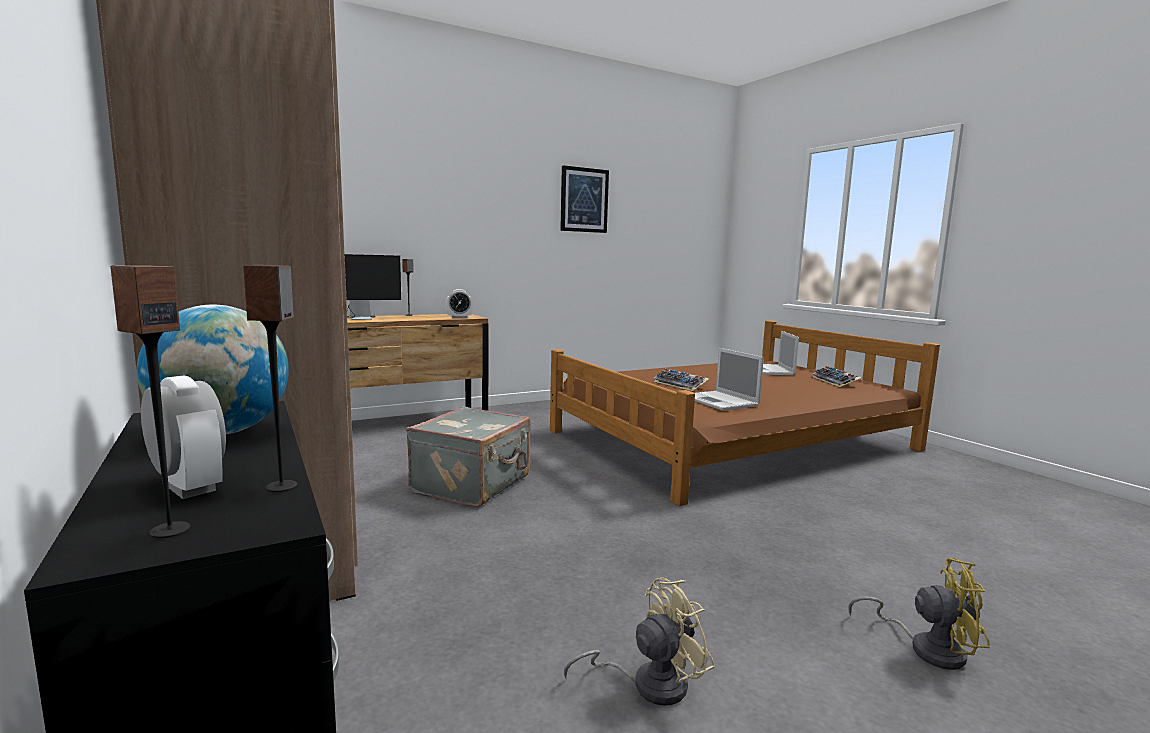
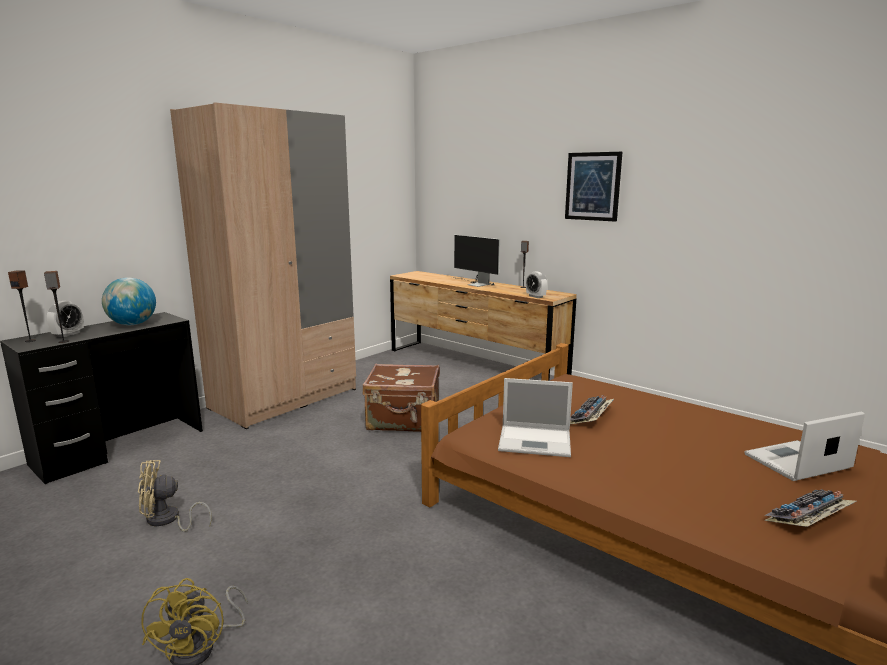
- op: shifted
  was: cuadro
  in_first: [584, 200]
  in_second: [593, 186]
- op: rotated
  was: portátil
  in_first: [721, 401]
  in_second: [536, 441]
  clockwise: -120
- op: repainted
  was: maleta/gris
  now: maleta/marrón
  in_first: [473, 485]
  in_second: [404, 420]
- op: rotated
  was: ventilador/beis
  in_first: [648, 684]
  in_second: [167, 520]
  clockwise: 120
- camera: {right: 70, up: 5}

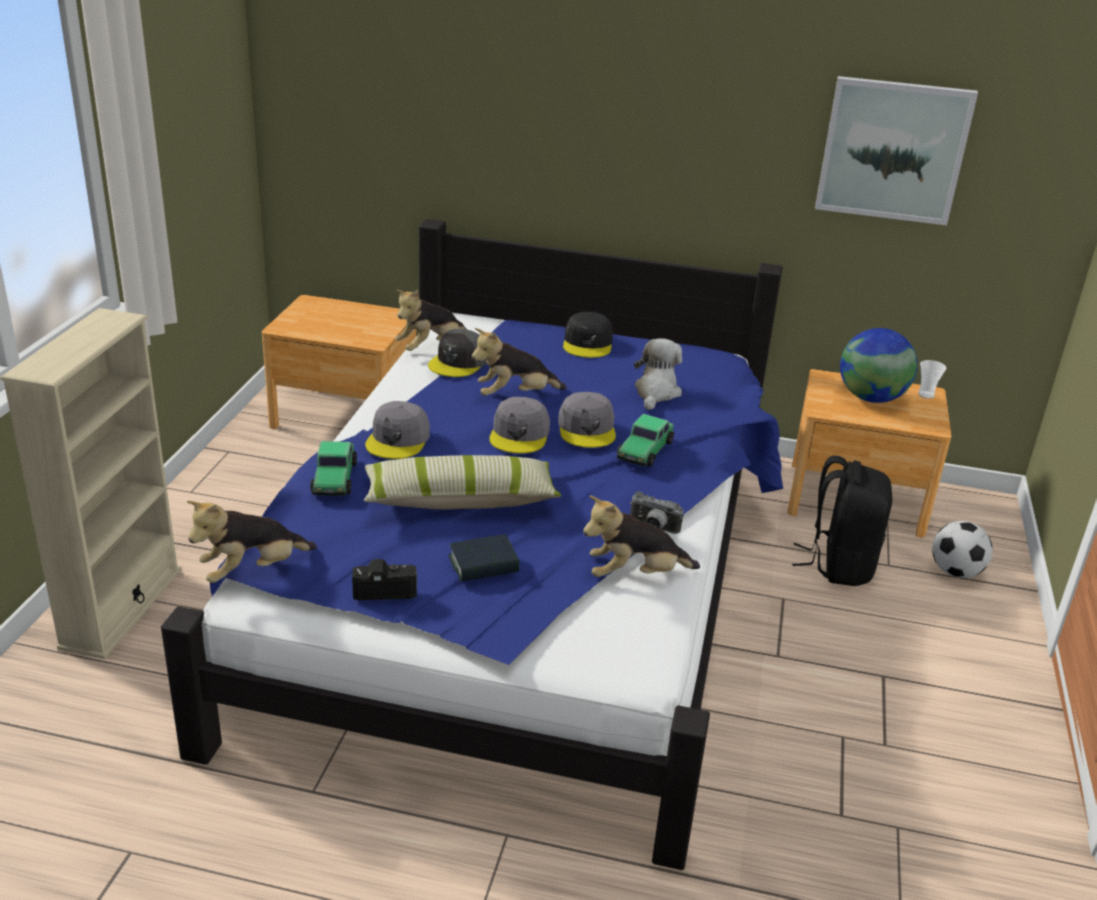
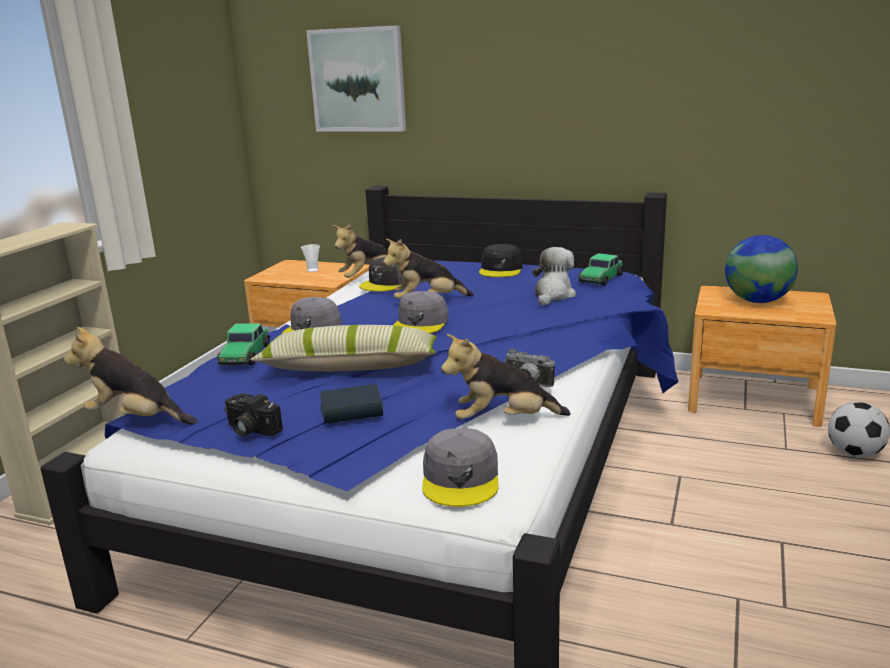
- op: shifted
  was: cuadro
  in_first: [893, 150]
  in_second: [358, 80]
- op: shifted
  was: taza
  in_first: [926, 395]
  in_second: [313, 270]
- op: shifted
  was: gorra/gris
  in_first: [587, 429]
  in_second: [461, 479]
- op: shifted
  was: coche de juguete
  in_first: [645, 450]
  in_second: [600, 279]
- op: gone
  was: mochila/negro
  in_first: [838, 564]
- op: rotated
  was: peluche
  in_first: [252, 571]
  in_second: [136, 419]
  clockwise: 45
- op: rotated
  was: cámara
  in_first: [385, 588]
  in_second: [250, 429]
  clockwise: -150
- camera: {right: 10, up: -10}

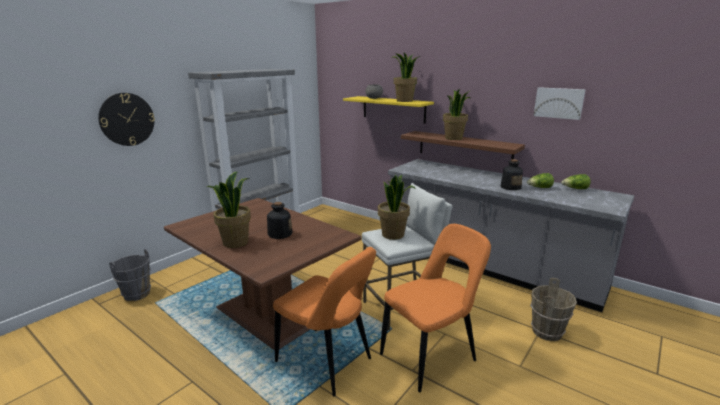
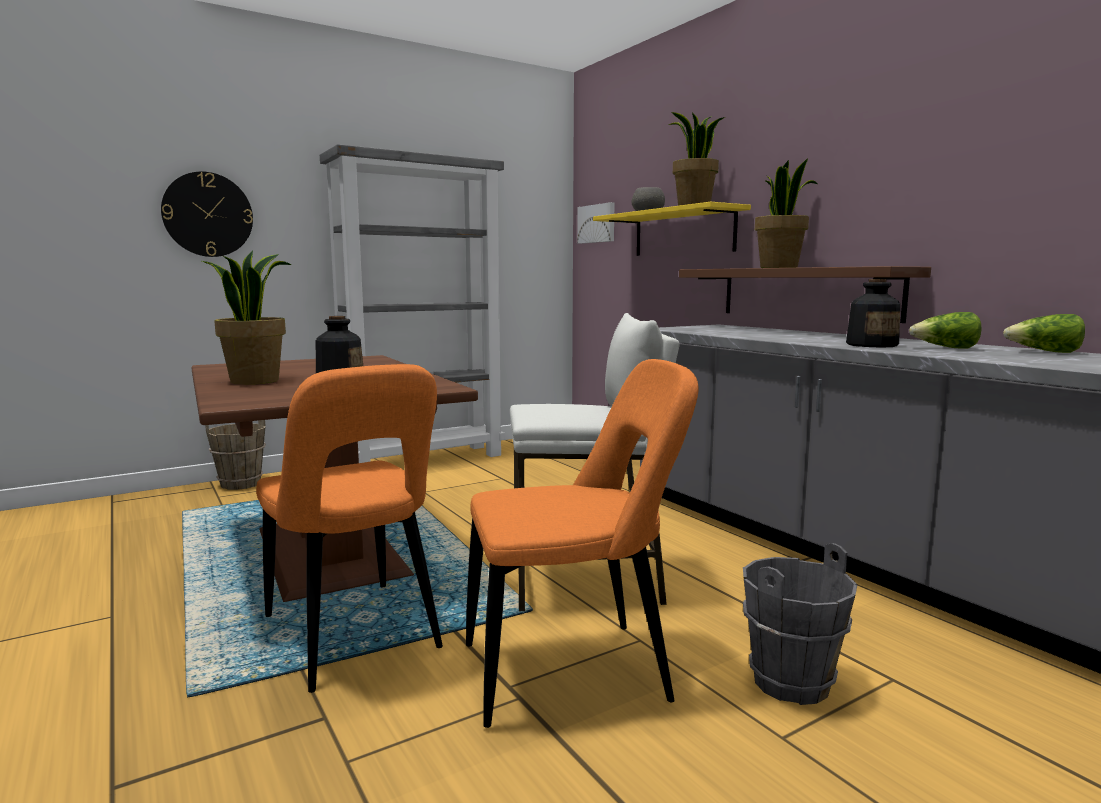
- op: shifted
  was: cuadro
  in_first: [559, 103]
  in_second: [597, 223]
- op: gone
  was: planta en maceta
  in_first: [393, 235]
- op: shifted
  was: cubo/gris
  in_first: [136, 294]
  in_second: [790, 682]
- op: shifted
  was: cubo/marrón
  in_first: [547, 332]
  in_second: [241, 484]
- camera: {right: 20, up: -10}

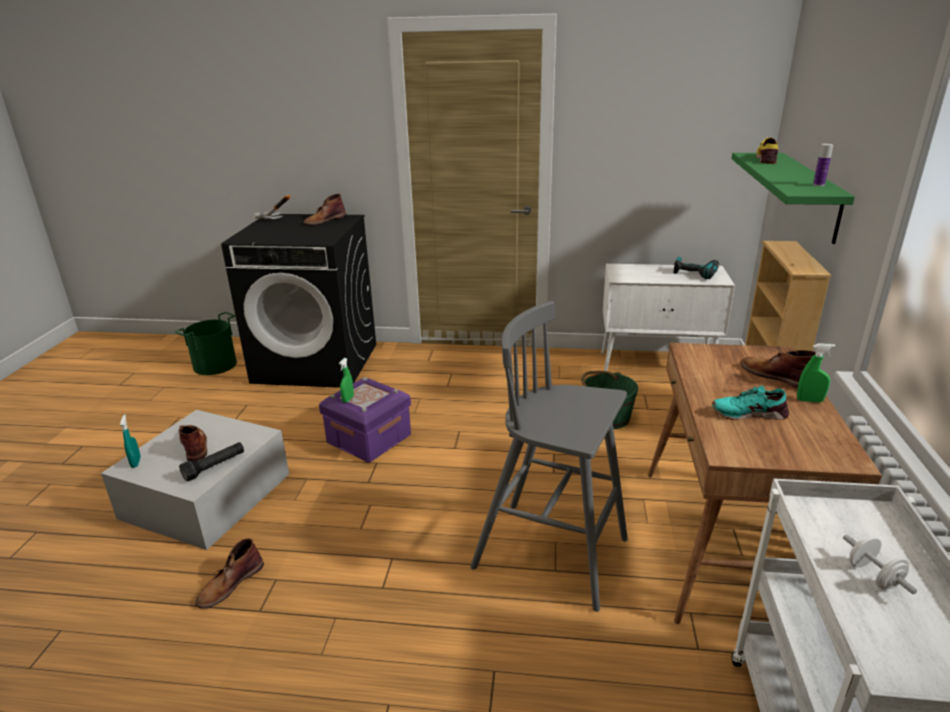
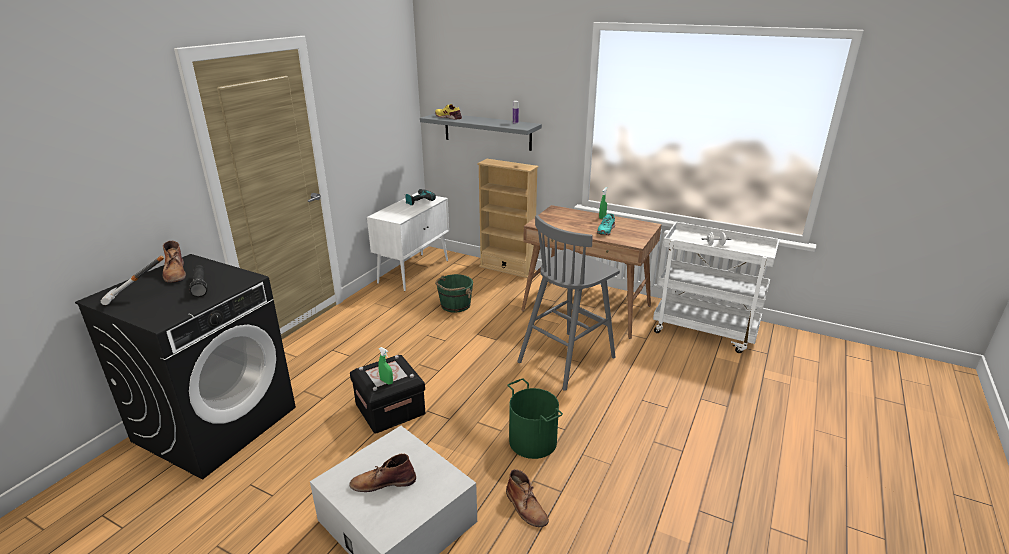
- op: repainted
  was: estante/verde
  now: estante/gris
  in_first: [809, 195]
  in_second: [487, 131]
- op: shifted
  was: cubo/verde
  in_first: [215, 365]
  in_second: [533, 441]
- op: gone
  was: bota/marrón
  in_first: [777, 376]
- op: repainted
  was: caja de almacenaje/morado
  now: caja de almacenaje/negro
  in_first: [369, 438]
  in_second: [390, 409]
- op: gone
  was: pulverizador/turquesa
  in_first: [136, 462]
- op: shifted
  was: linterna/negro
  in_first: [215, 467]
  in_second: [200, 286]
- camera: {right: -70, up: 0}

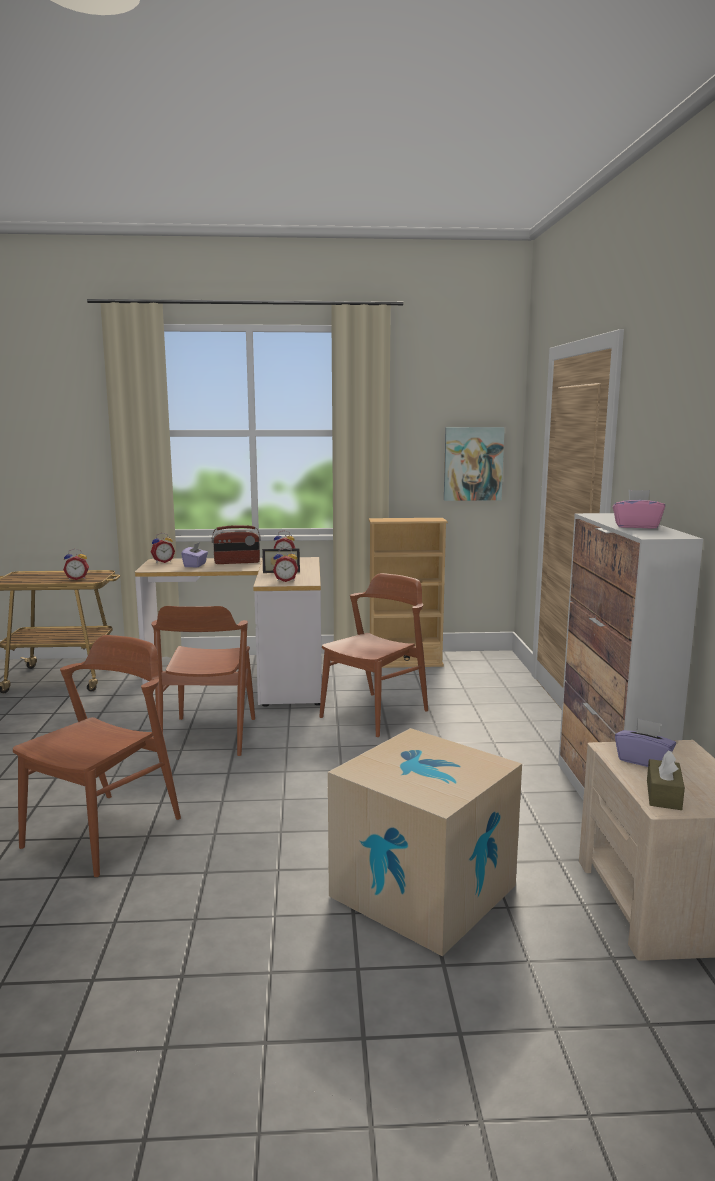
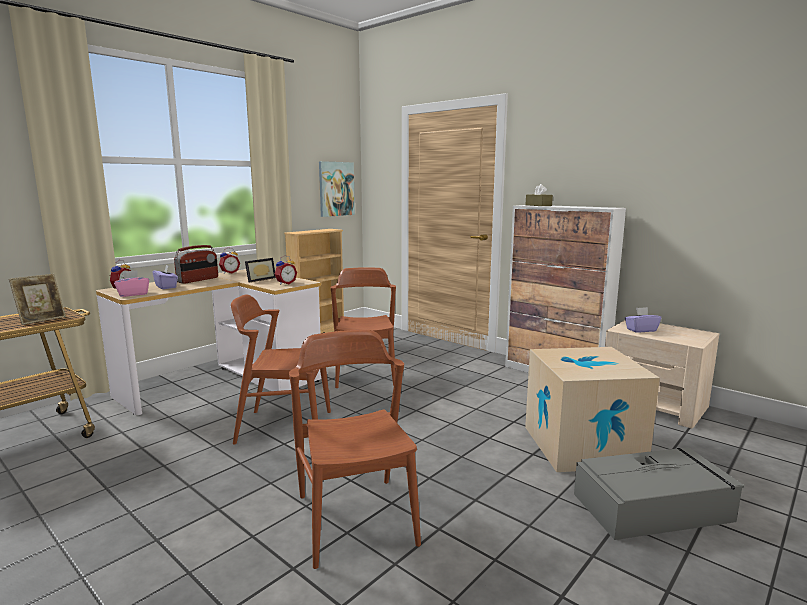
- op: shifted
  was: caja de pañuelos/rosa
  in_first: [636, 526]
  in_second: [133, 294]
- op: swapped
  was: despertador
  now: portarretratos
  in_first: [77, 578]
  in_second: [41, 319]
- op: rotated
  was: silla/marrón
  in_first: [208, 736]
  in_second: [284, 427]
  clockwise: 135
- op: shifted
  was: caja de pañuelos/marrón
  in_first: [663, 795]
  in_second: [538, 205]
- op: new
  now: caja de almacenaje/gris
  in_second: [654, 507]
- camera: {right: -45, up: 0}

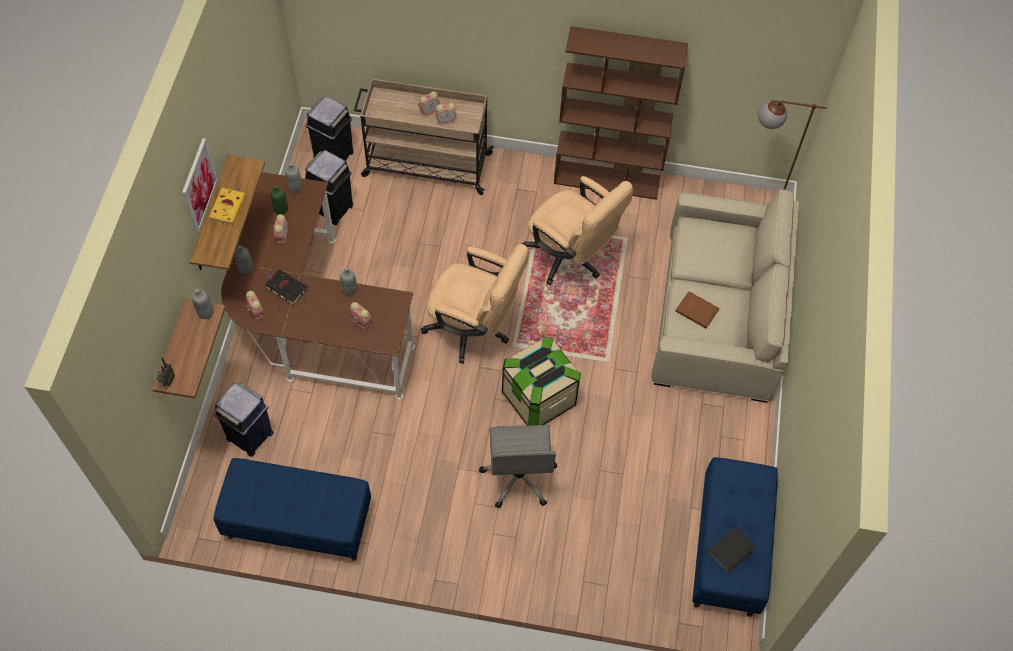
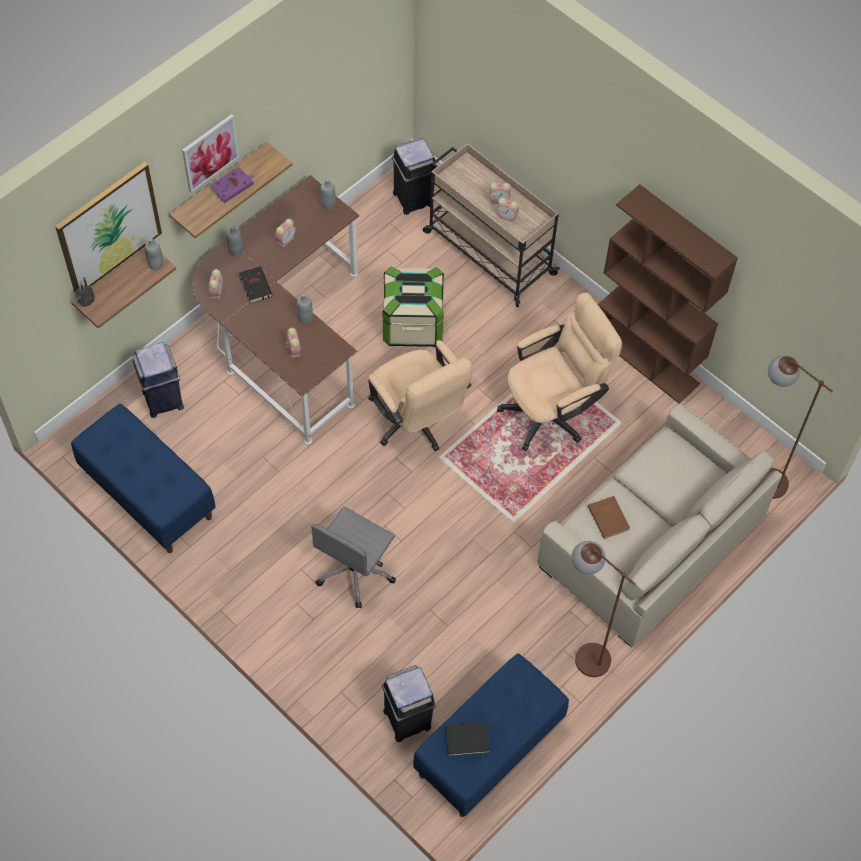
- op: shifted
  was: papelera/negro
  in_first: [333, 208]
  in_second: [408, 719]
- op: rotated
  was: silla de oficina/beis
  in_first: [571, 258]
  in_second: [553, 411]
  clockwise: -105
- op: gone
  was: botella/verde
  in_first: [281, 209]
- op: repainted
  was: libro/amarillo
  now: libro/morado
  in_first: [228, 207]
  in_second: [232, 186]
- op: shifted
  was: caja de almacenaje
  in_first: [539, 397]
  in_second: [412, 324]
- op: new
  now: cuadro
  in_second: [108, 228]
- op: new
  now: lámpara de pie/marrón
  in_second: [583, 652]
- camera: {right: 35, up: 0}

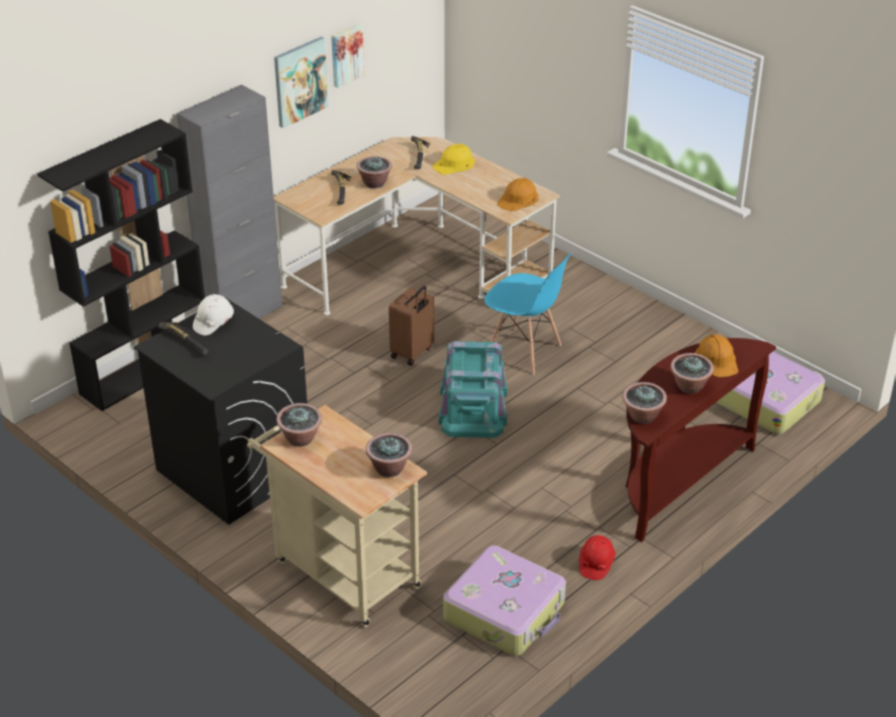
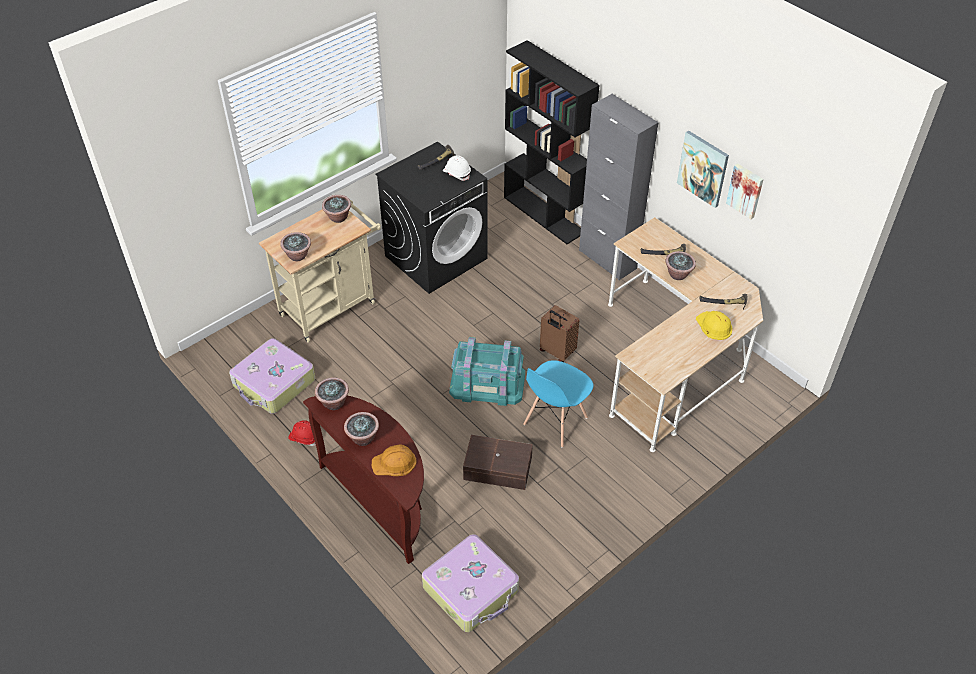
- op: gone
  was: casco/naranja
  in_first: [518, 199]
- op: new
  now: caja de almacenaje/marrón
  in_second: [498, 469]
- camera: {right: 95, up: 10}

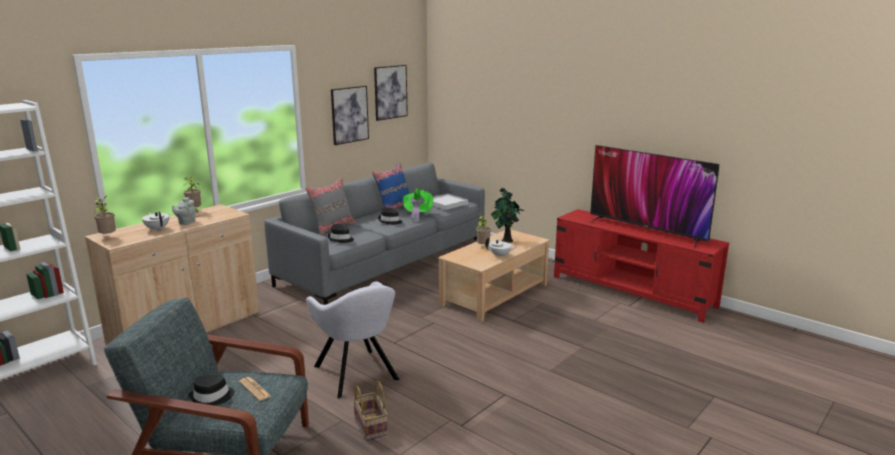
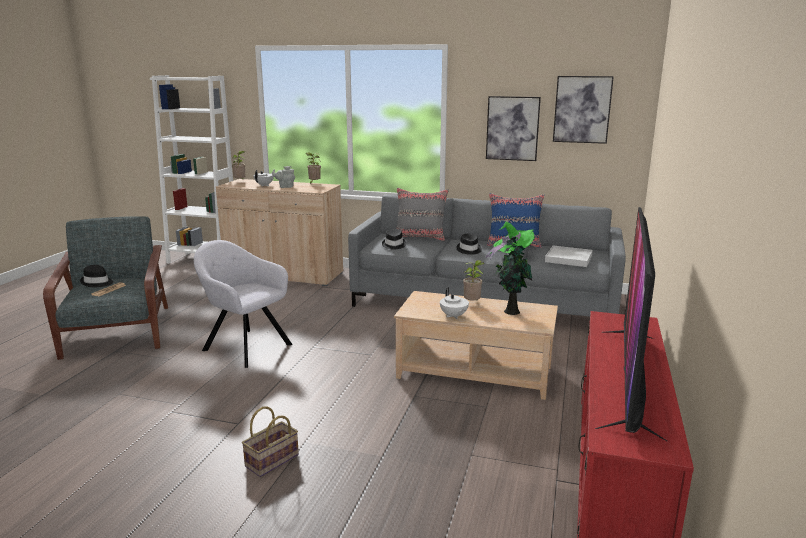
- op: rotated
  was: sillón/gris
  in_first: [357, 374]
  in_second: [244, 346]
  clockwise: 90
- op: shifted
  was: cesta
  in_first: [371, 427]
  in_second: [271, 462]
- camera: {right: 65, up: 0}

